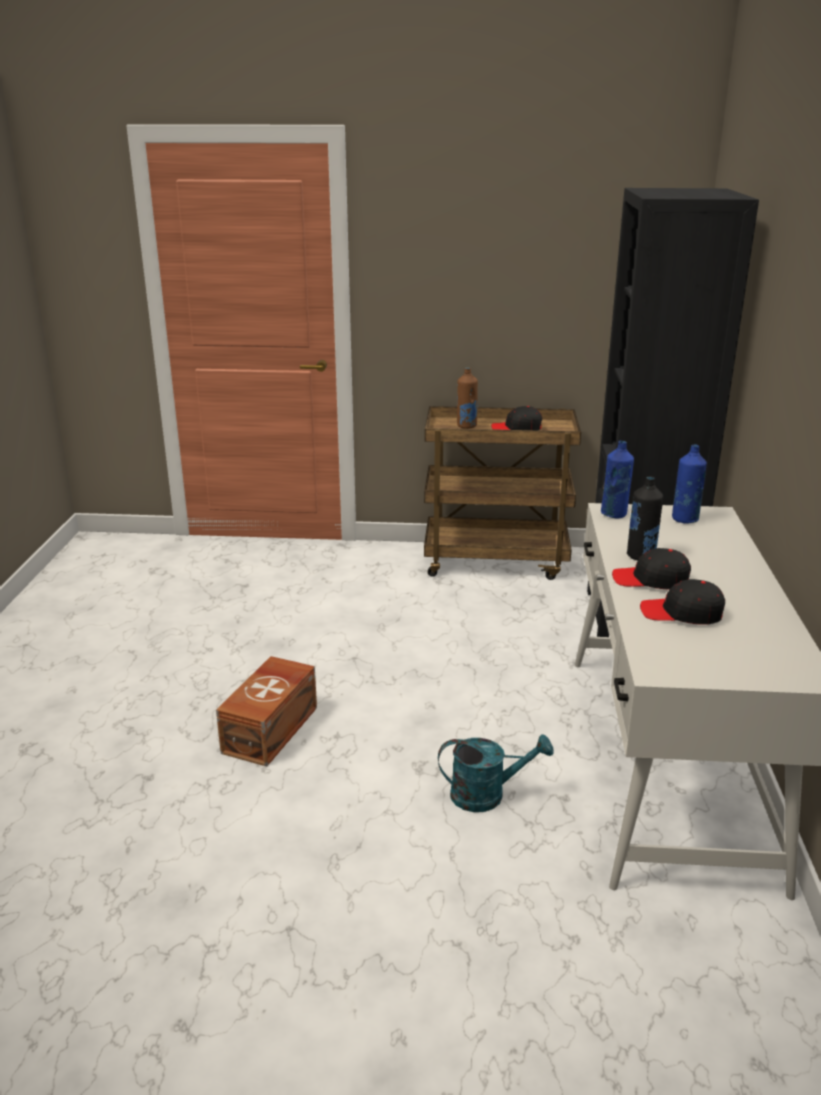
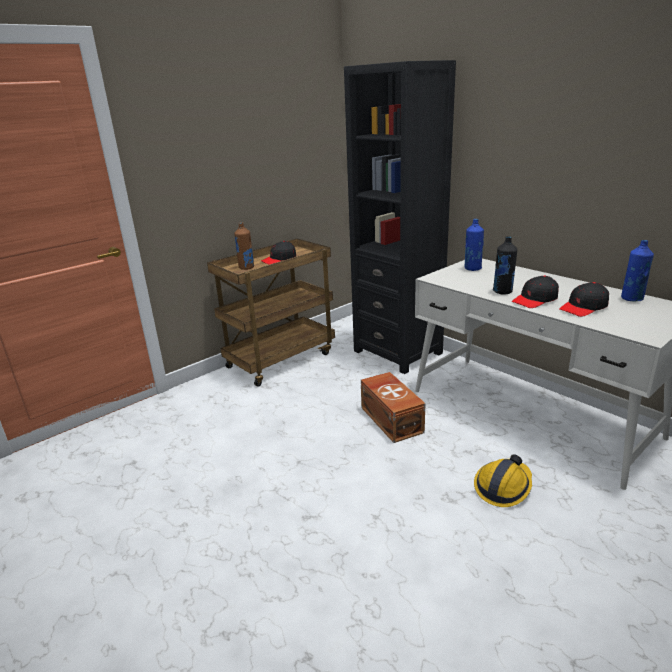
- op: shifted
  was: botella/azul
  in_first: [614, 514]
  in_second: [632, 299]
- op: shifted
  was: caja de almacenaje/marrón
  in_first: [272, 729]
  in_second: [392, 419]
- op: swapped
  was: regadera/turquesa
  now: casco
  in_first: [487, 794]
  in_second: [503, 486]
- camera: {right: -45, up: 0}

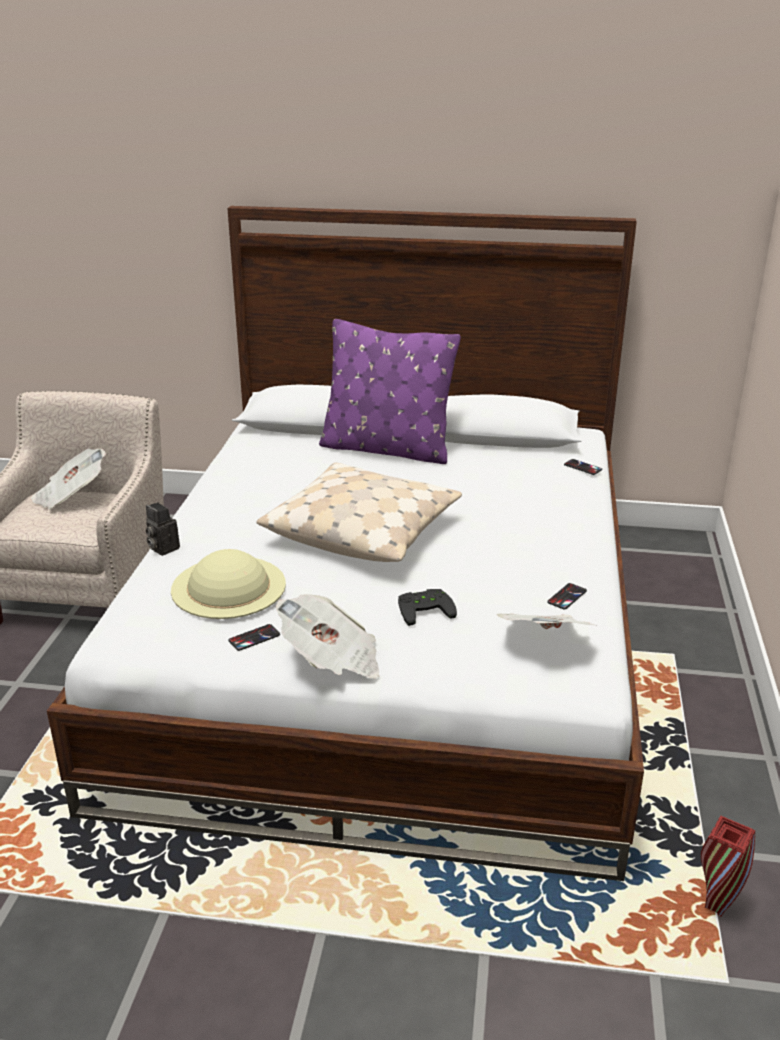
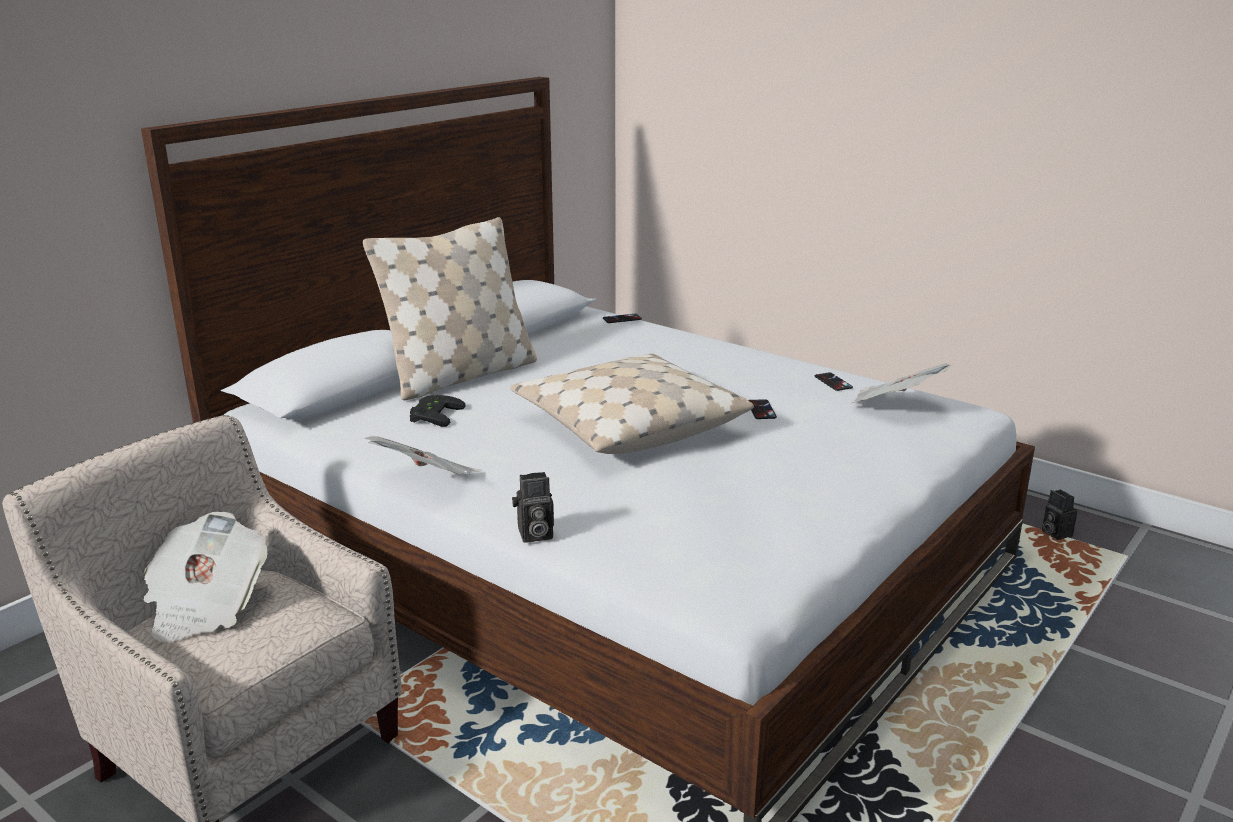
- op: repainted
  was: cojín/morado
  now: cojín/beis
  in_first: [387, 449]
  in_second: [460, 376]
- op: gone
  was: sombrero/beis
  in_first: [229, 586]
- op: shifted
  was: mando de consola/negro
  in_first: [424, 609]
  in_second: [433, 415]
- op: shifted
  was: periódico
  in_first: [332, 660]
  in_second: [427, 483]
- op: shifted
  was: móvil
  in_first: [254, 638]
  in_second: [761, 410]
- op: swapped
  was: florero/rojo
  now: cámara
  in_first: [715, 907]
  in_second: [1054, 534]
- camera: {right: -60, up: -5}

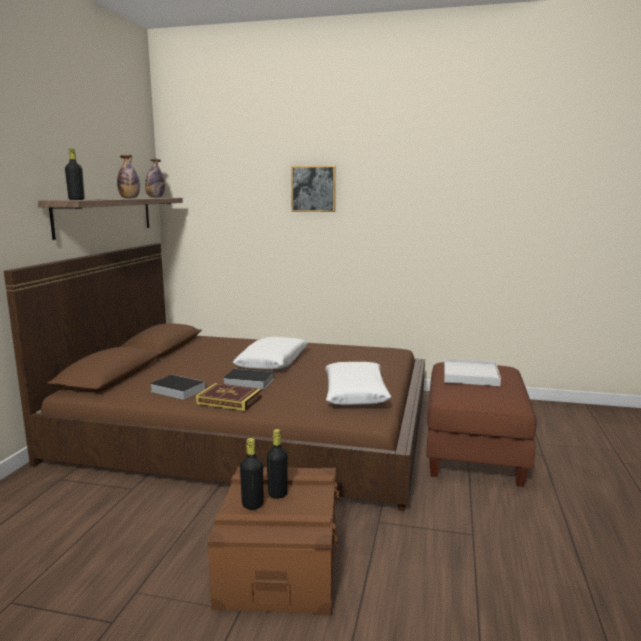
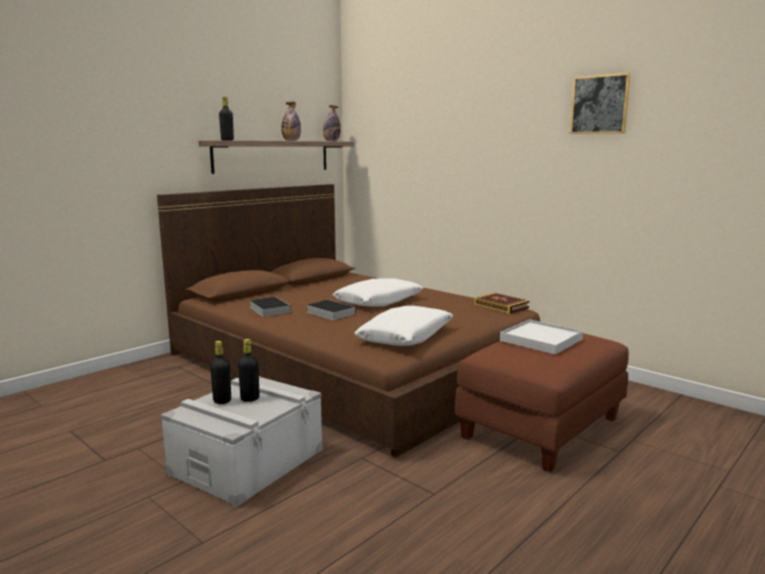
- op: shifted
  was: cuadro
  in_first: [313, 188]
  in_second: [599, 104]
- op: shifted
  was: libro
  in_first: [229, 400]
  in_second: [501, 306]
- op: repainted
  was: caja de almacenaje/marrón
  now: caja de almacenaje/gris
  in_first: [279, 563]
  in_second: [247, 461]
- camera: {right: 30, up: 0}

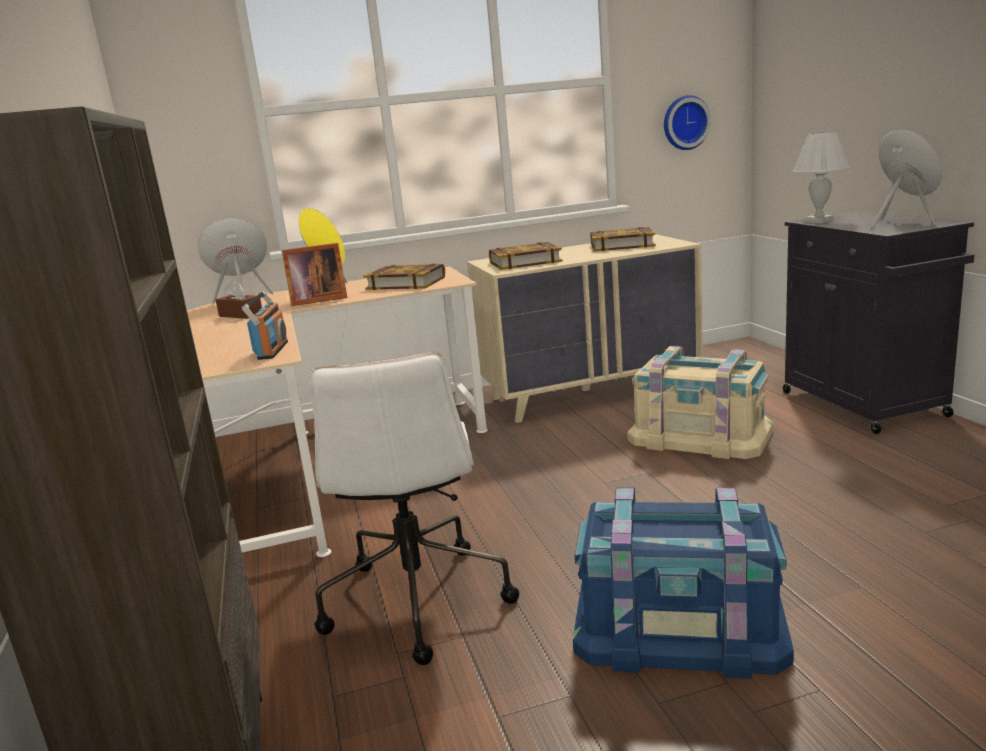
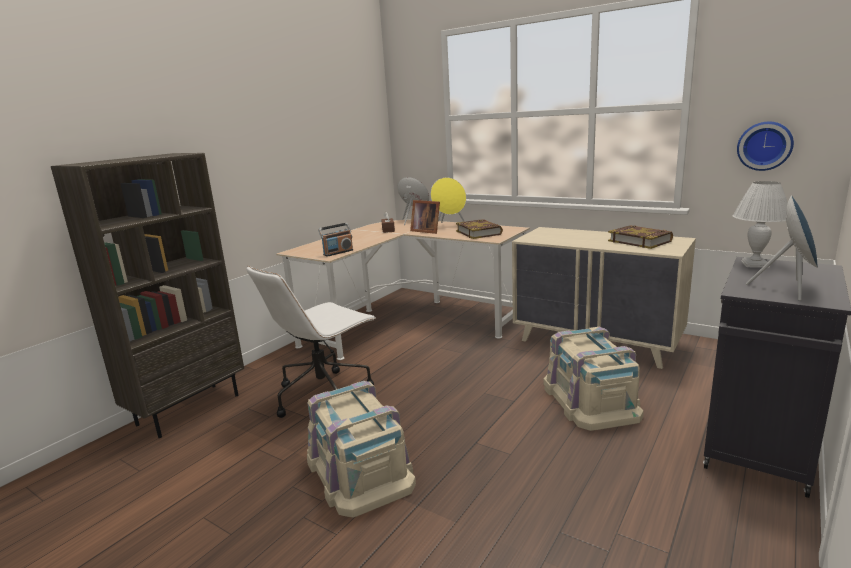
- op: gone
  was: libro
  in_first: [525, 262]
- op: repainted
  was: caja de almacenaje/azul
  now: caja de almacenaje/beis
  in_first: [678, 626]
  in_second: [358, 470]
- camera: {right: 50, up: 0}

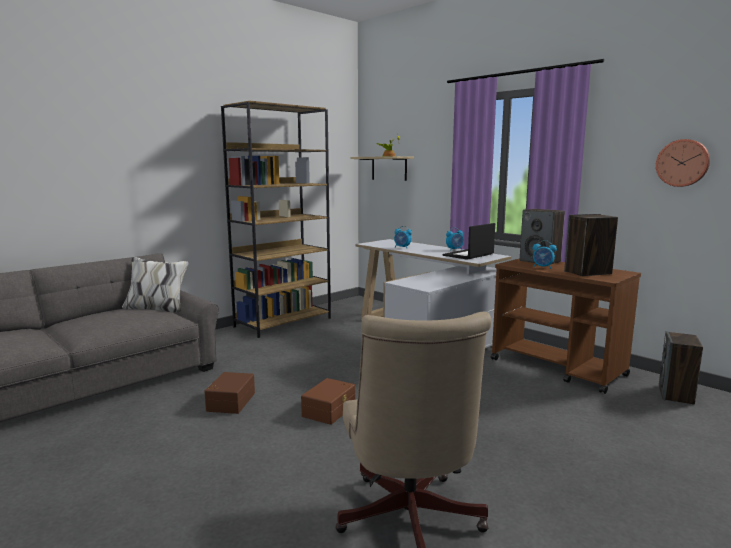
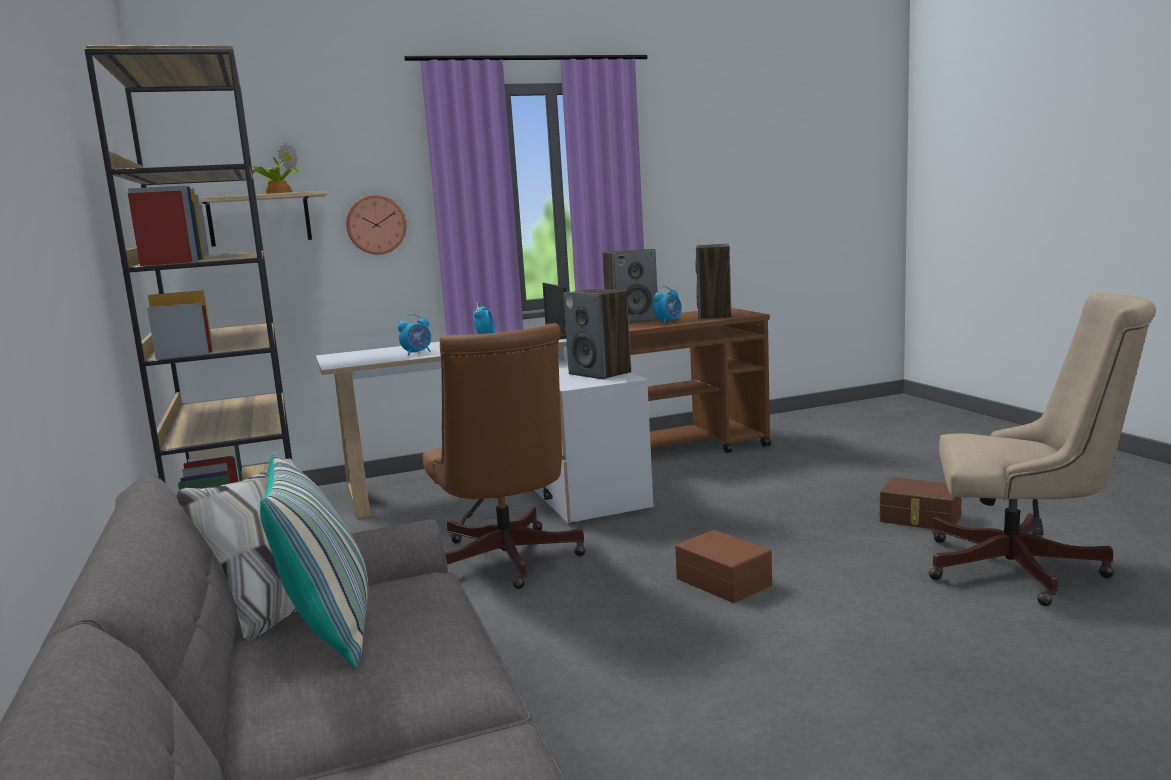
- op: shifted
  was: reloj de pared
  in_first: [682, 163]
  in_second: [376, 224]
- op: shifted
  was: altavoz
  in_first: [676, 395]
  in_second: [600, 373]
- op: shifted
  was: caja de almacenaje/marrón
  in_first: [230, 401]
  in_second: [920, 519]
- op: new
  now: silla de oficina/marrón
  in_second: [507, 562]
- op: new
  now: cojín
  in_second: [329, 630]
- camera: {right: -65, up: 0}

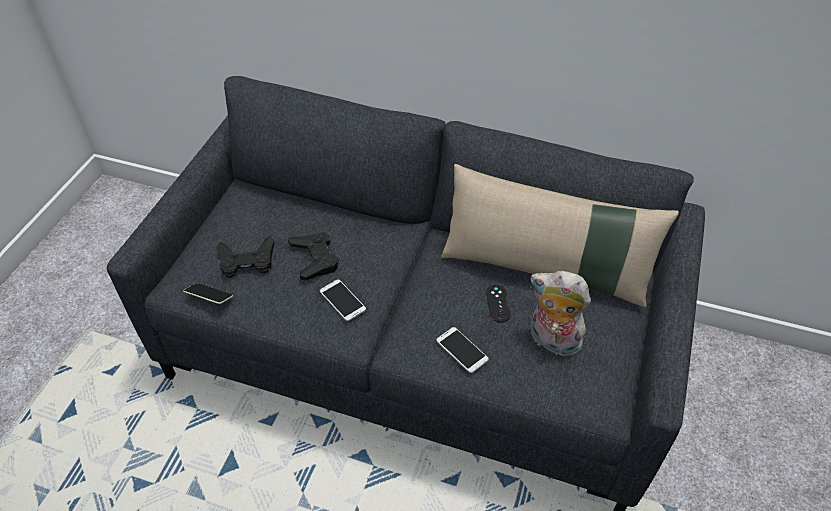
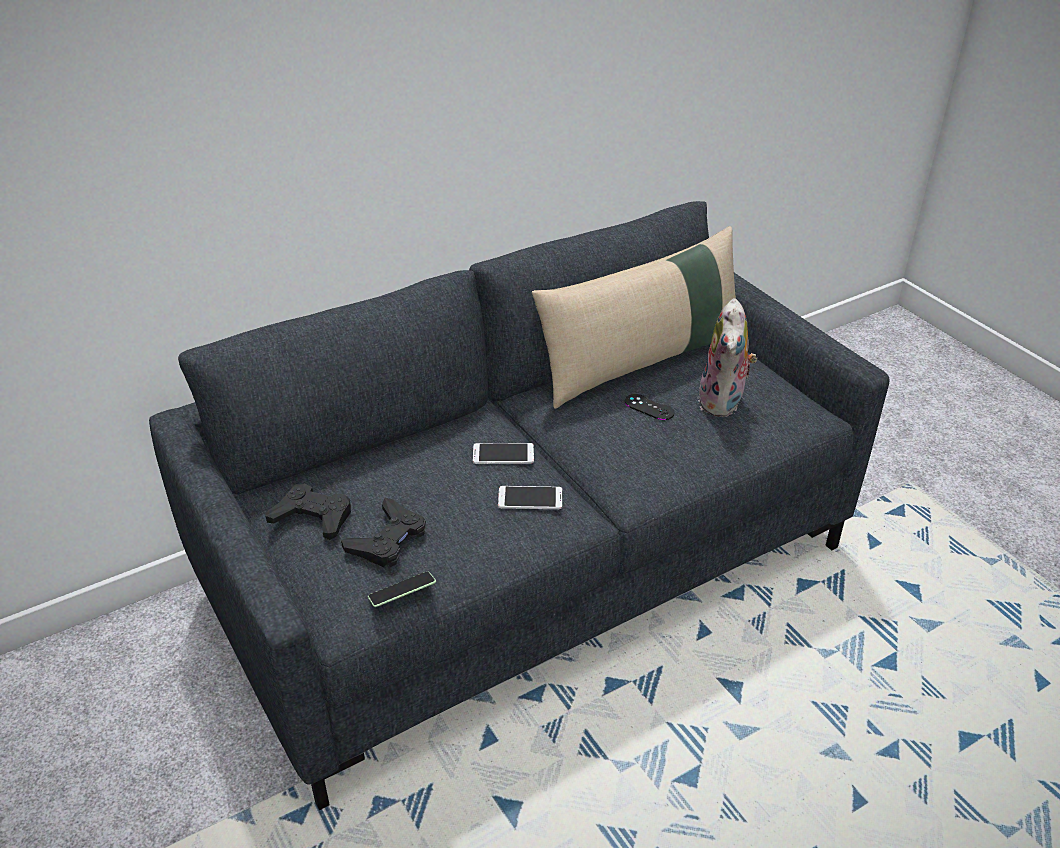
- op: shifted
  was: mando de consola/negro
  in_first: [315, 259]
  in_second: [313, 517]
- op: rotated
  was: peluche
  in_first: [551, 341]
  in_second: [723, 402]
  clockwise: -60
- op: shifted
  was: móvil
  in_first: [462, 350]
  in_second: [503, 454]
- camera: {right: -50, up: -10}

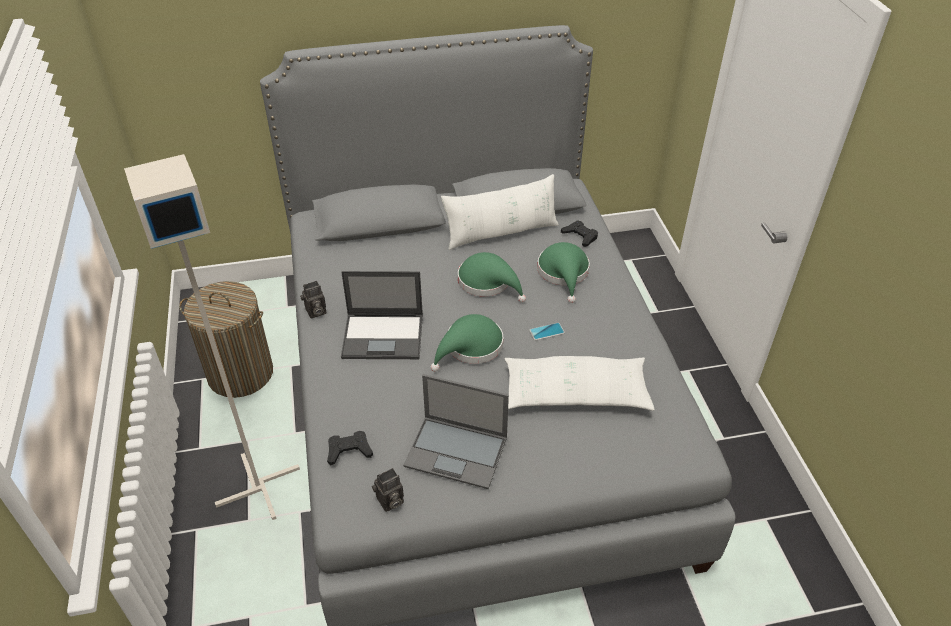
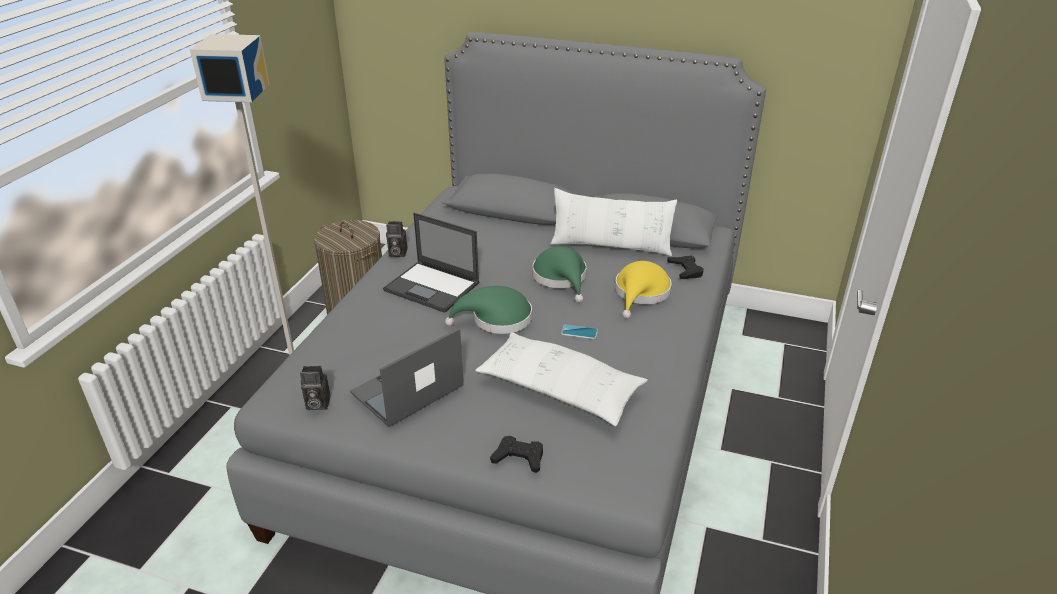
- op: repainted
  was: sombrero/verde
  now: sombrero/amarillo
  in_first: [564, 273]
  in_second: [641, 293]
- op: rotated
  was: portátil
  in_first: [457, 451]
  in_second: [406, 390]
  clockwise: 90
- op: shifted
  was: mando de consola/negro
  in_first: [349, 450]
  in_second: [519, 458]
- camera: {right: 30, up: -10}

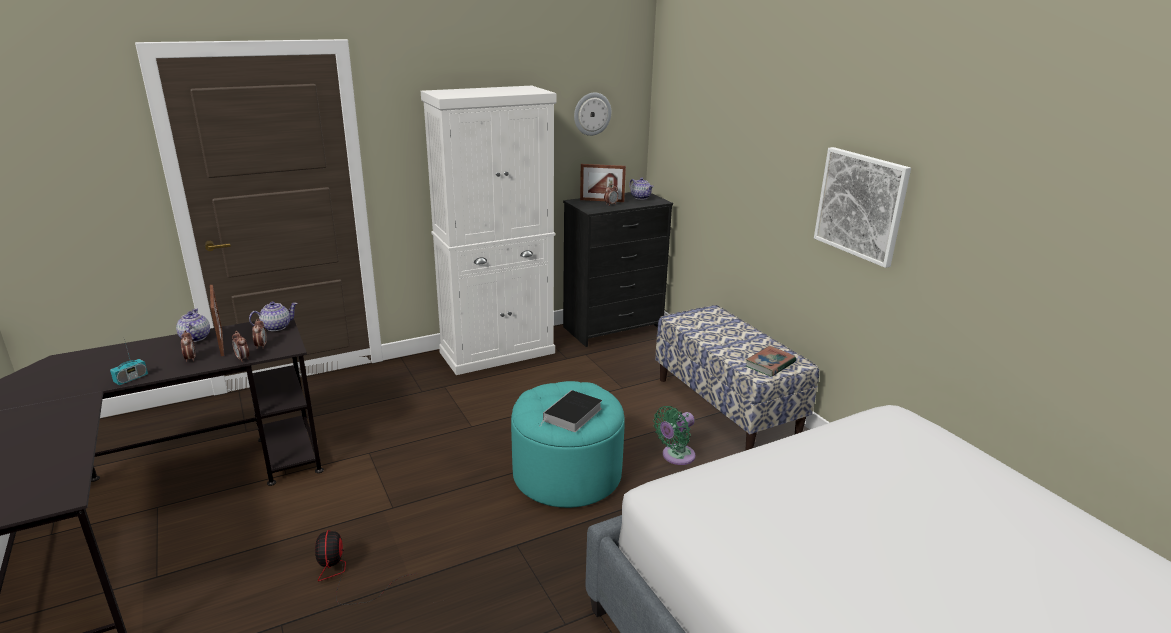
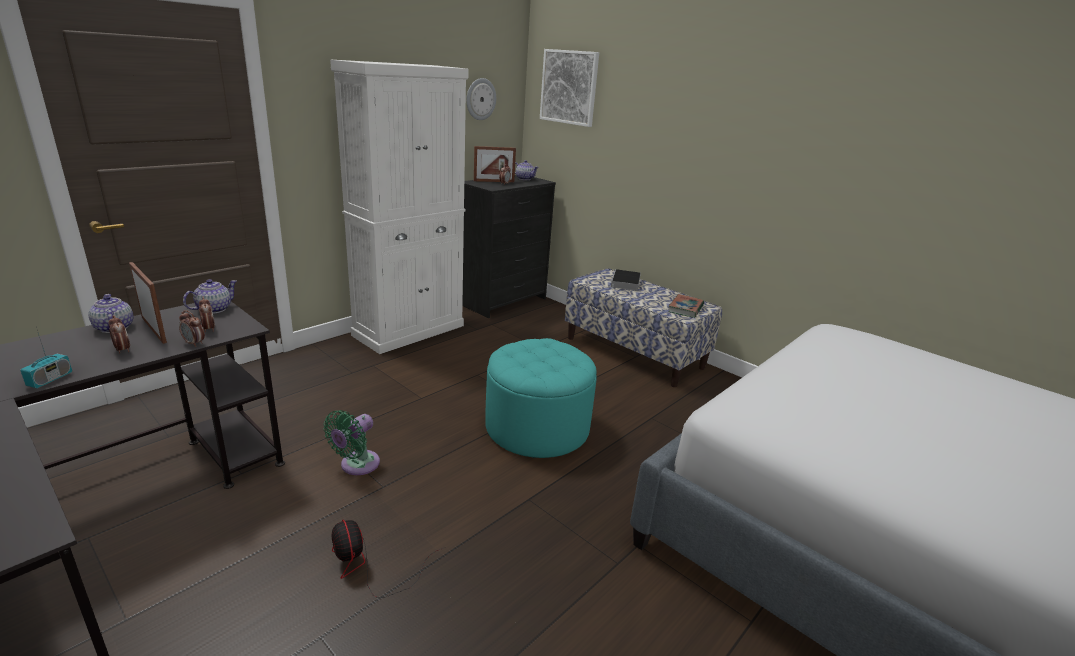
- op: shifted
  was: cuadro
  in_first: [861, 205]
  in_second: [569, 87]
- op: shifted
  was: libro
  in_first: [572, 415]
  in_second: [625, 283]
- op: shifted
  was: ventilador/verde
  in_first: [675, 456]
  in_second: [357, 465]
- camera: {right: -20, up: 0}

